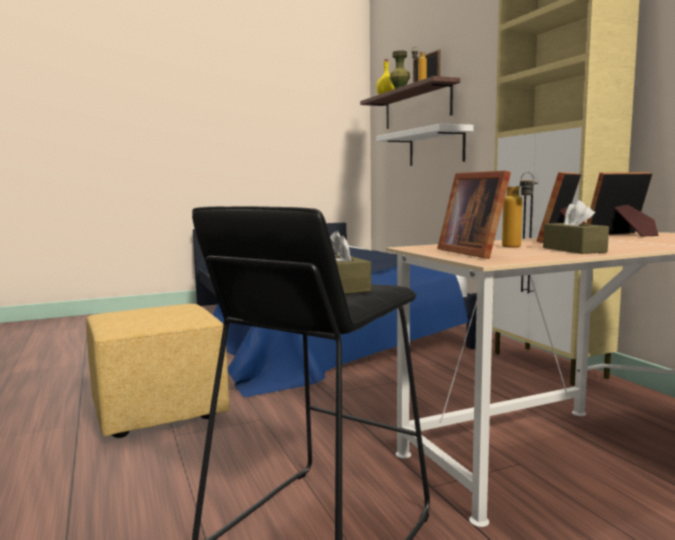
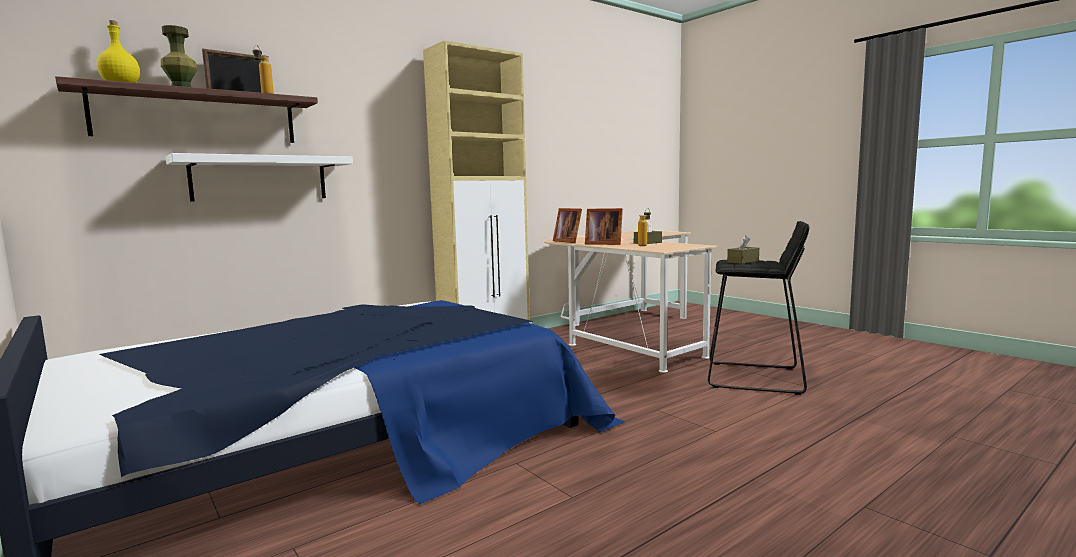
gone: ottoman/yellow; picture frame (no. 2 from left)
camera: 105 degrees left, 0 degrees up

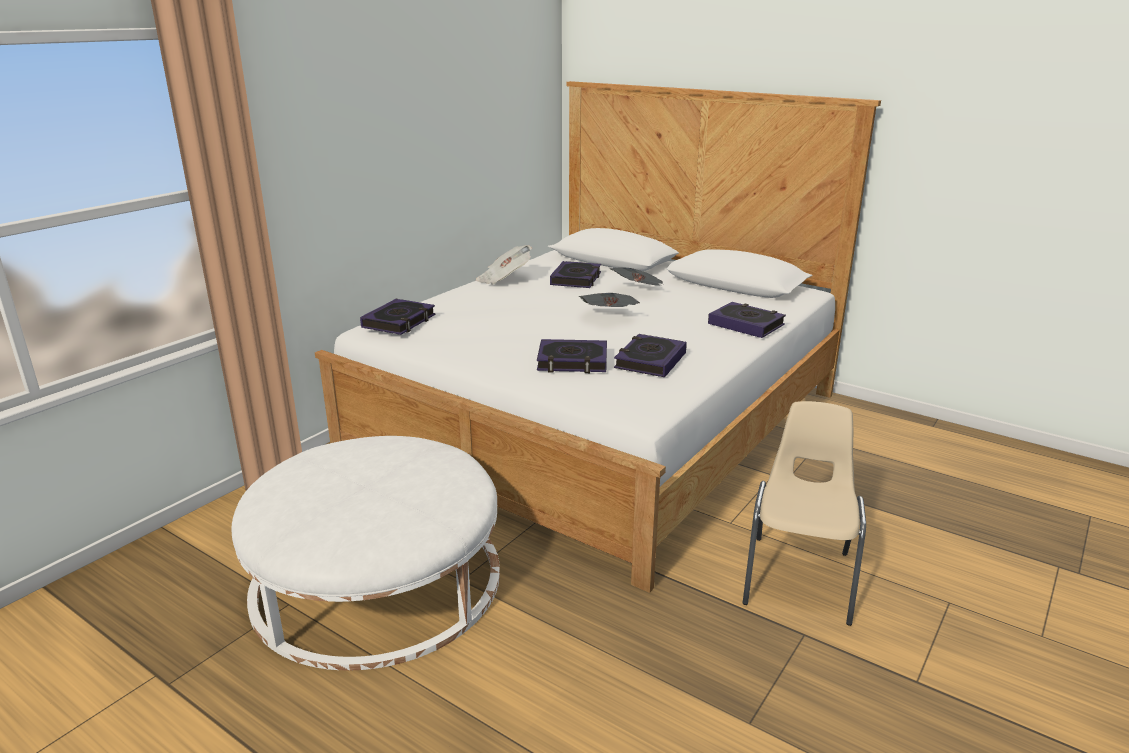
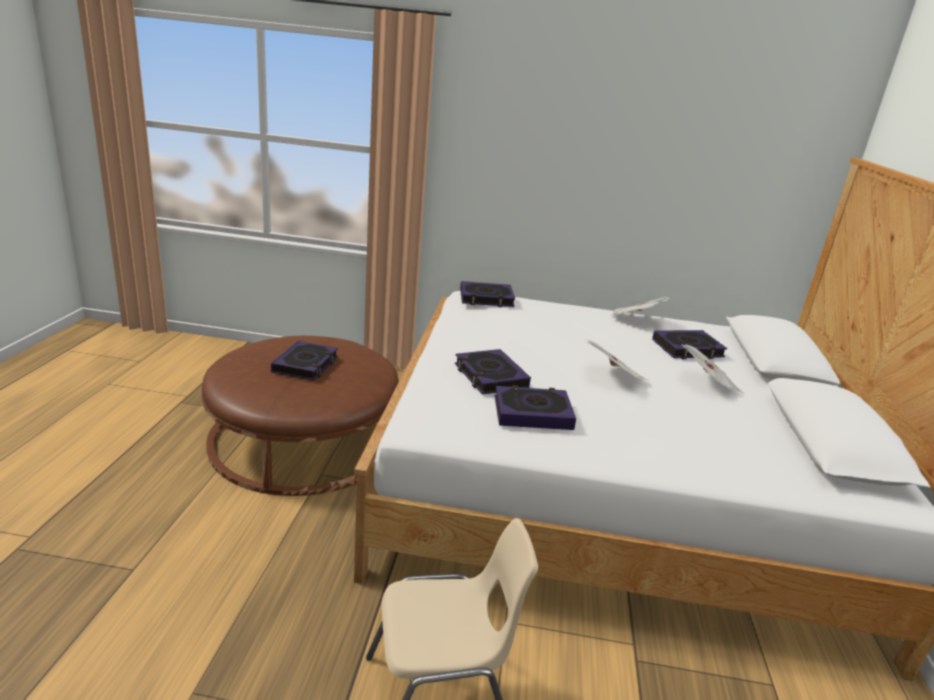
shifted: book (no. 5 from left in the first image) to book (no. 1 from left)
repainted: ottoman/white to ottoman/brown
camera: 60 degrees right, 0 degrees up

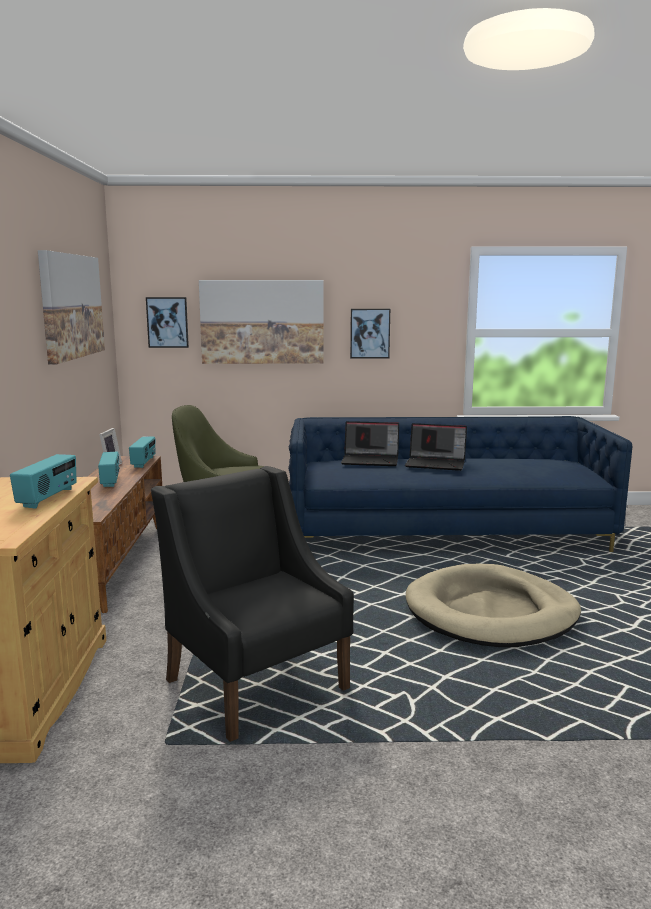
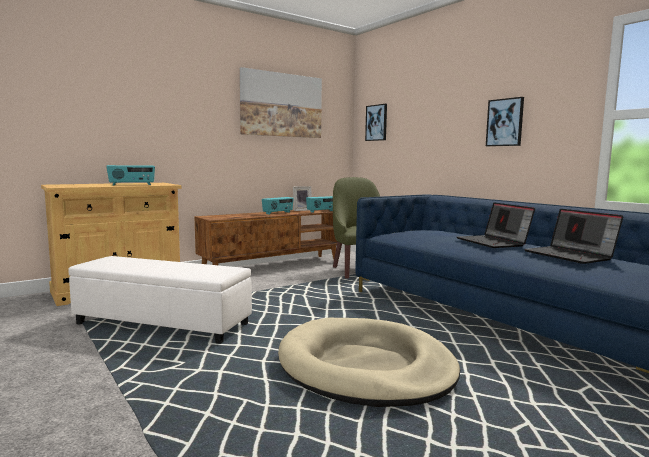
gone: picture (no. 3 from left)
shifted: laptop (no. 1 from left in the first image) to laptop (no. 2 from left)
swapped: armchair/black to ottoman/white
camera: 55 degrees right, 5 degrees down

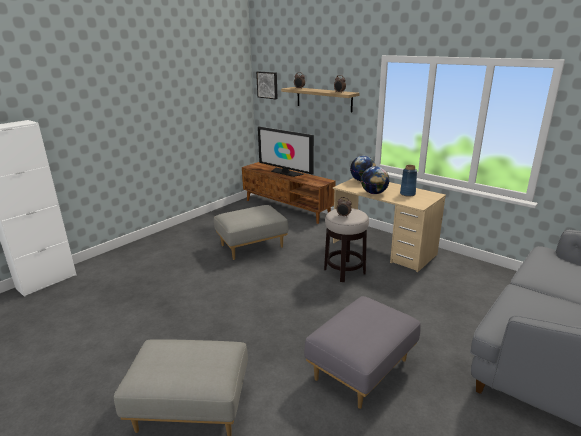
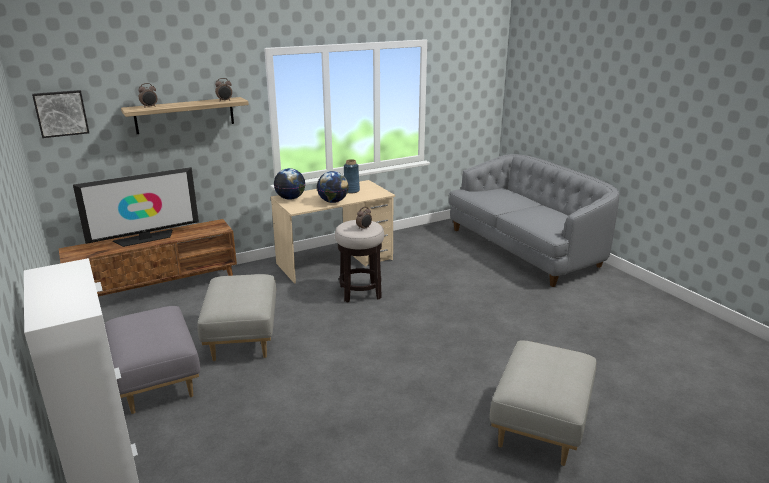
shifted: ottoman/grey (no. 3 from left in the first image) to ottoman/grey (no. 1 from left)
camera: 70 degrees left, 0 degrees up

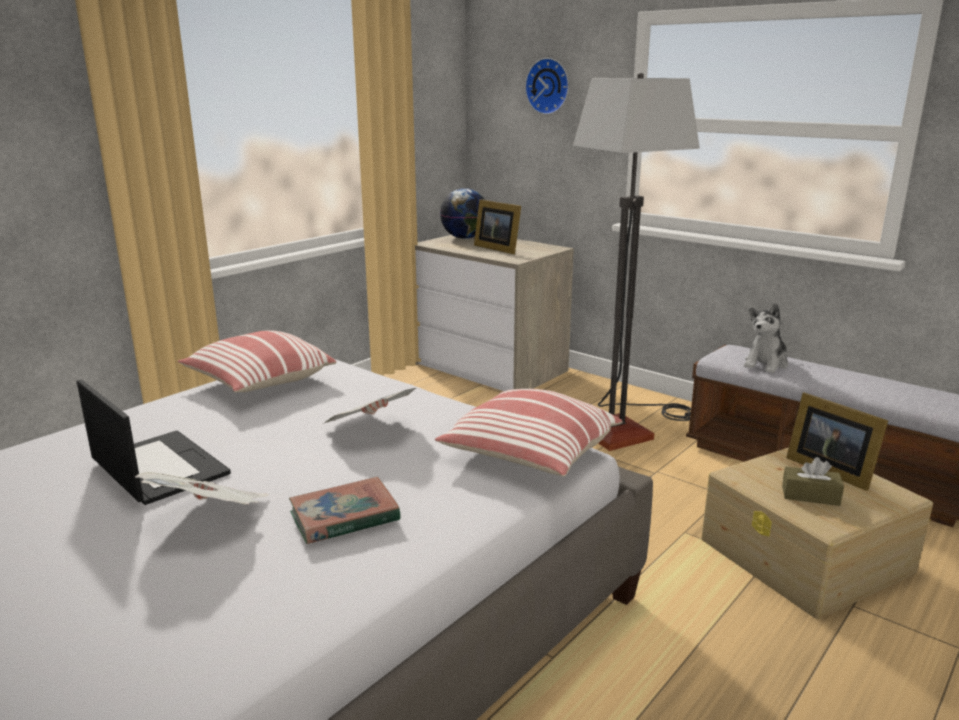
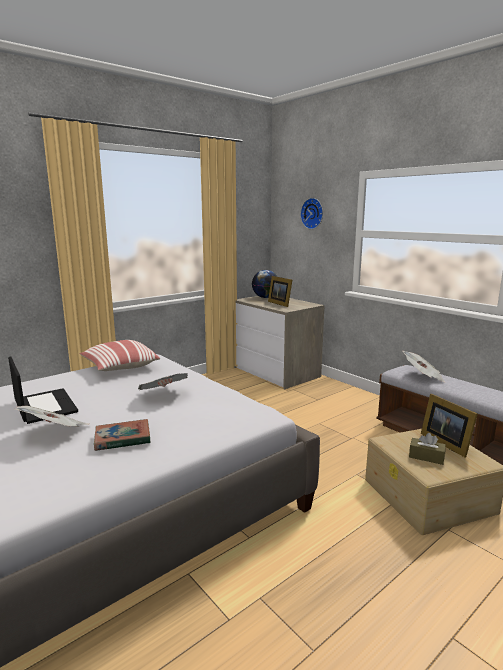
gone: pillow (no. 2 from left); floor lamp
swapped: plush toy to newspaper (no. 3 from left)
camera: 10 degrees right, 5 degrees down

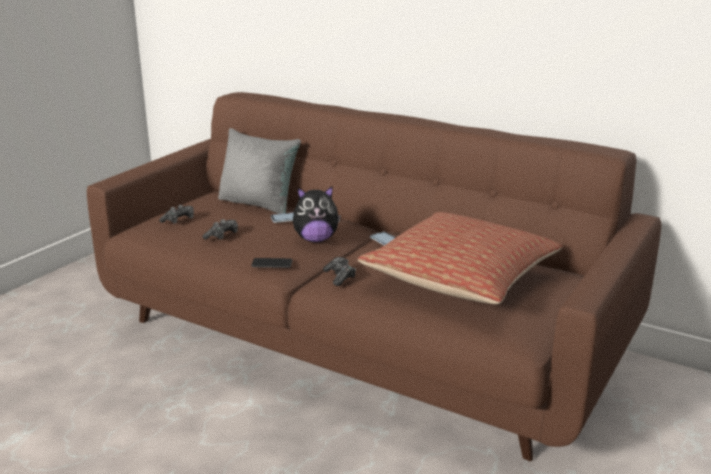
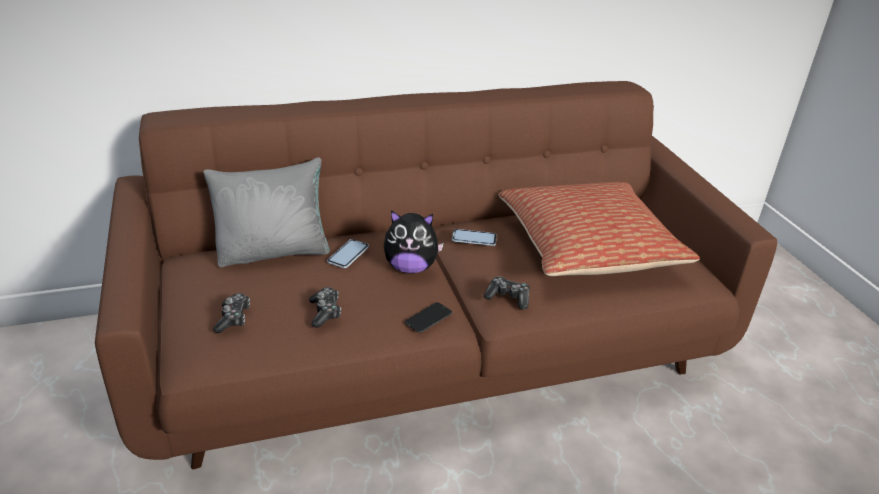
rotated: plush toy 60 degrees clockwise
camera: 50 degrees left, 10 degrees up

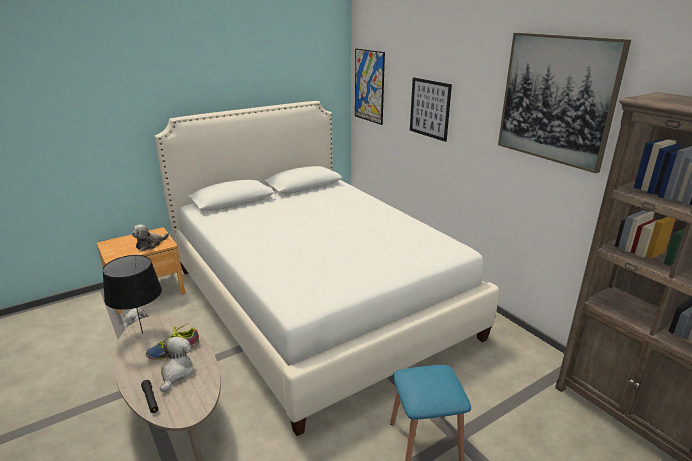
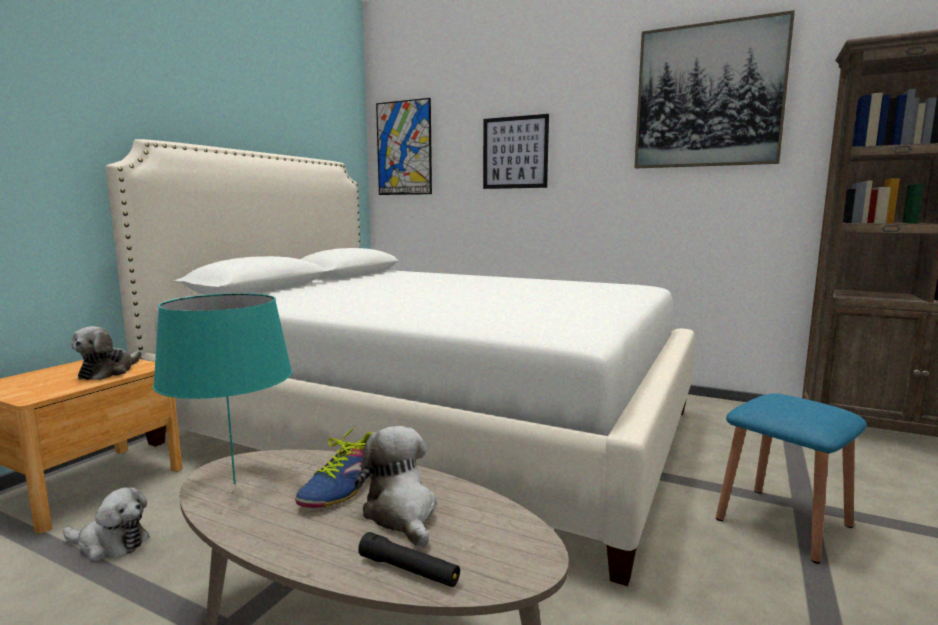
repainted: table lamp/black to table lamp/turquoise
camera: 30 degrees left, 15 degrees down

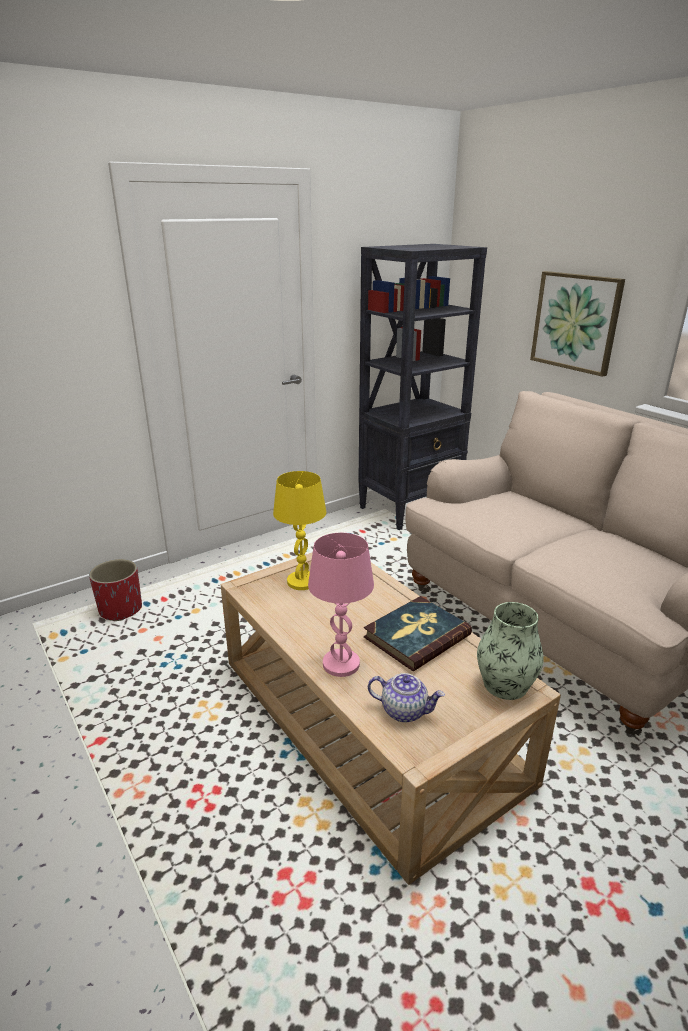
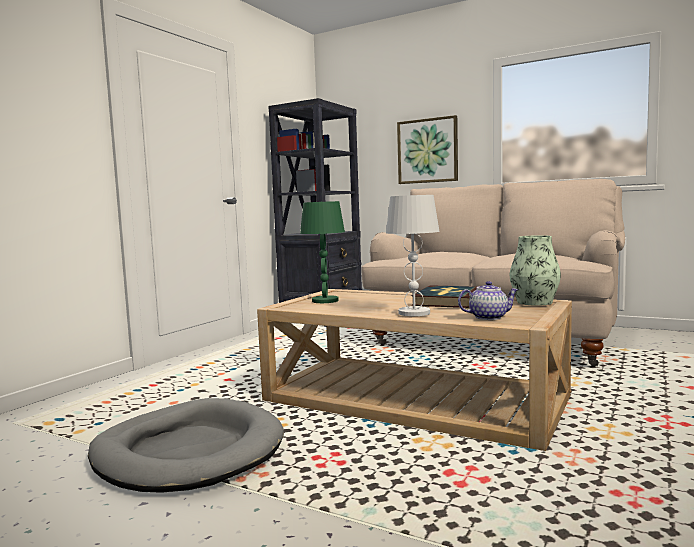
gone: planter/red
new: dog bed/grey
repainted: table lamp/yellow to table lamp/green; table lamp/pink to table lamp/white
camera: 25 degrees left, 20 degrees down

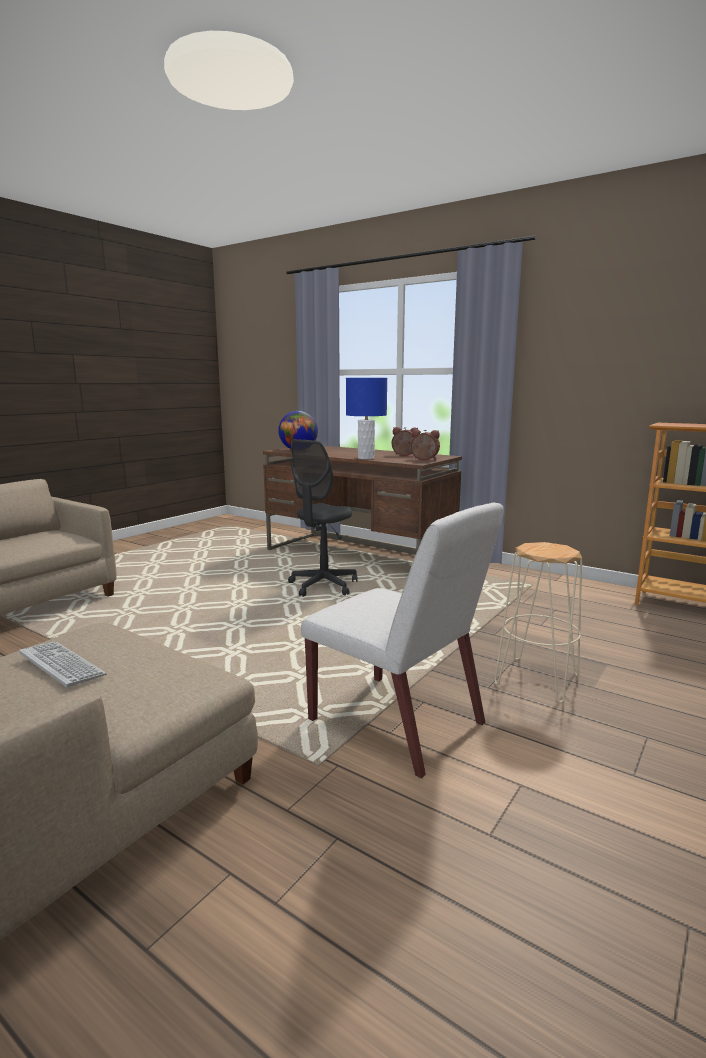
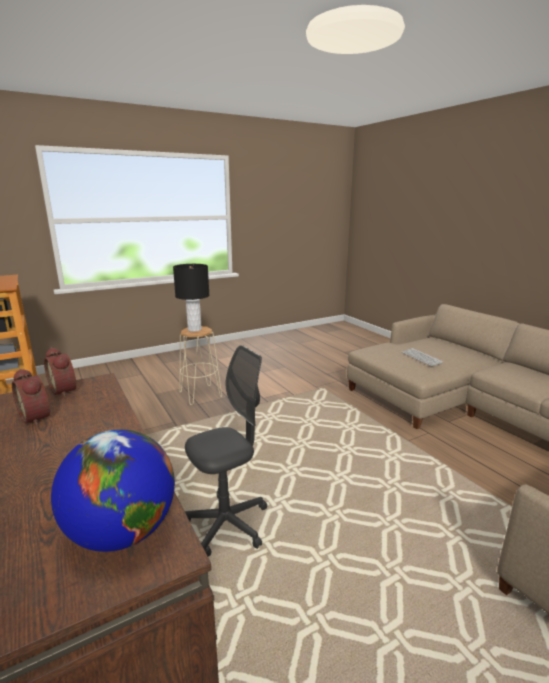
gone: chair/white; table lamp/blue
new: table lamp/black
camera: 155 degrees left, 5 degrees up

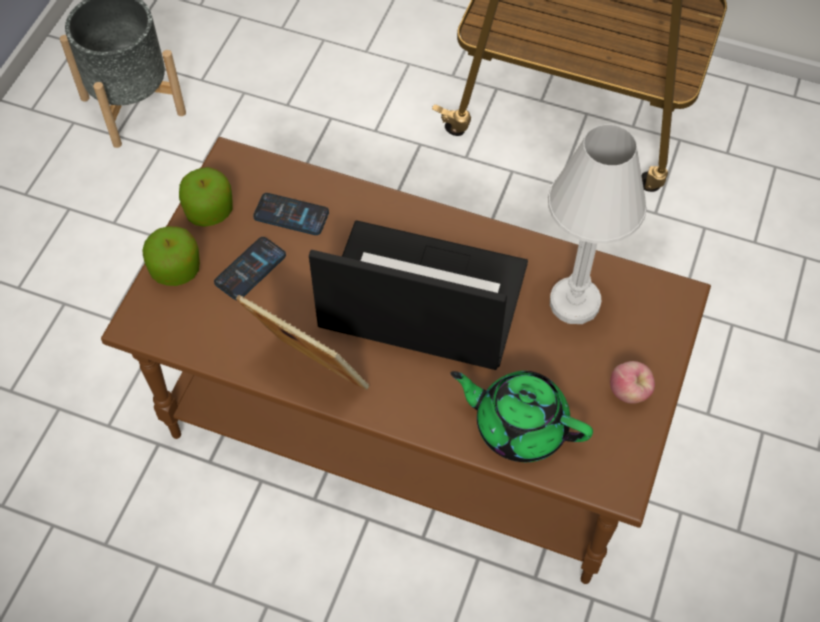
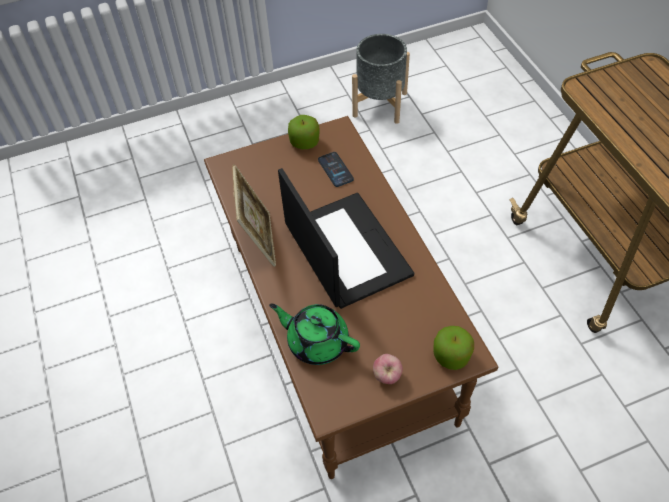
gone: phone (no. 1 from left); table lamp/white
shifted: apple (no. 1 from left in the first image) to apple (no. 3 from left)
rotated: teapot/green 45 degrees counterclockwise
camera: 50 degrees right, 5 degrees down

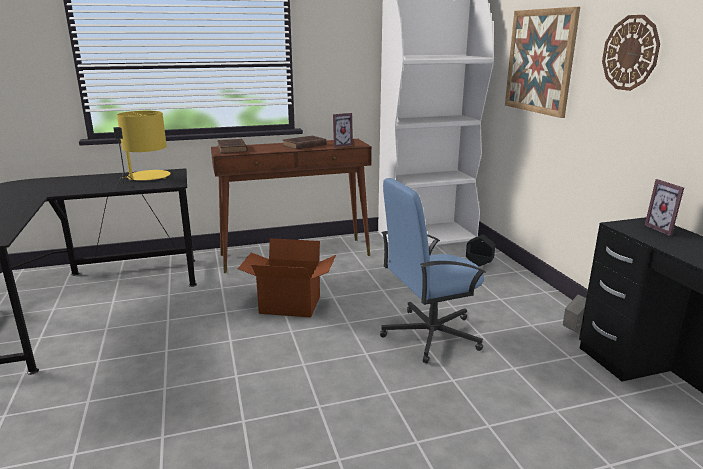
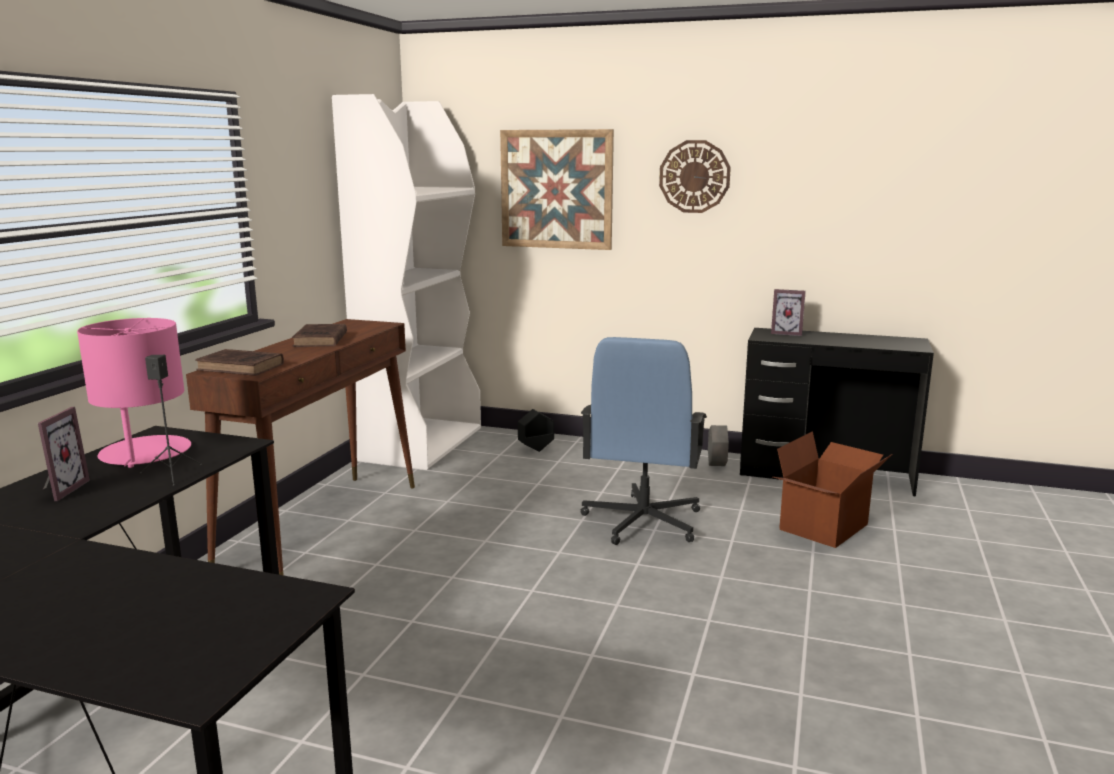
shifted: cardboard box; picture frame (no. 1 from left)
repainted: table lamp/yellow to table lamp/pink
camera: 55 degrees left, 5 degrees down

